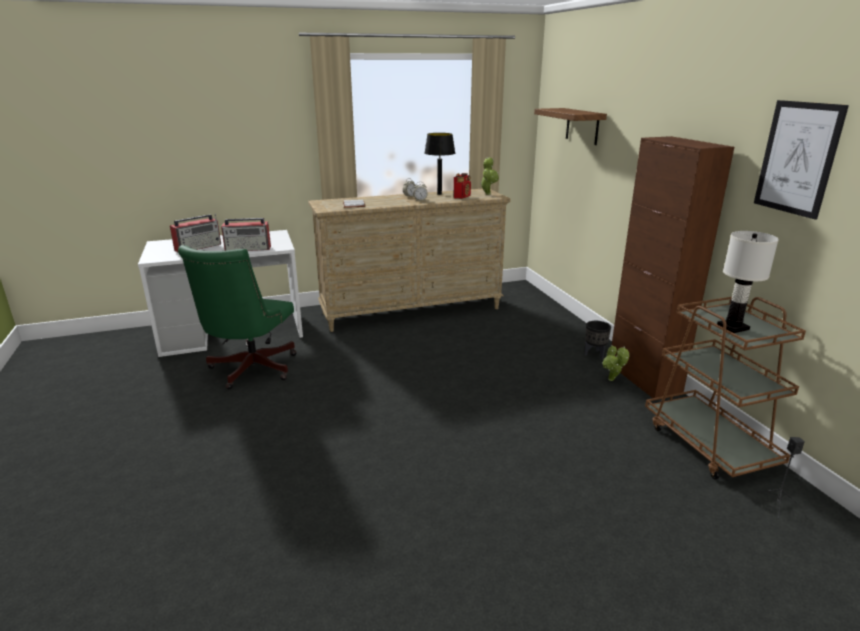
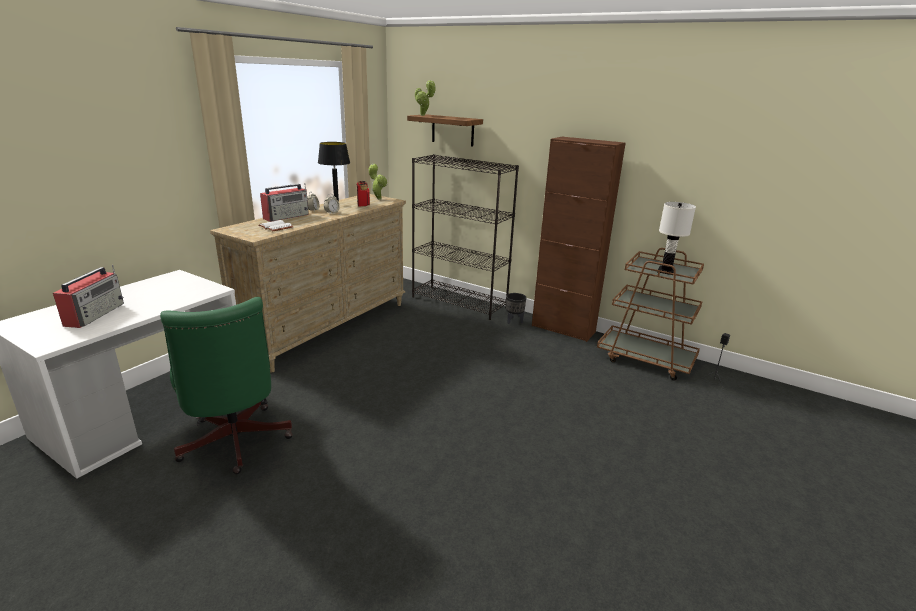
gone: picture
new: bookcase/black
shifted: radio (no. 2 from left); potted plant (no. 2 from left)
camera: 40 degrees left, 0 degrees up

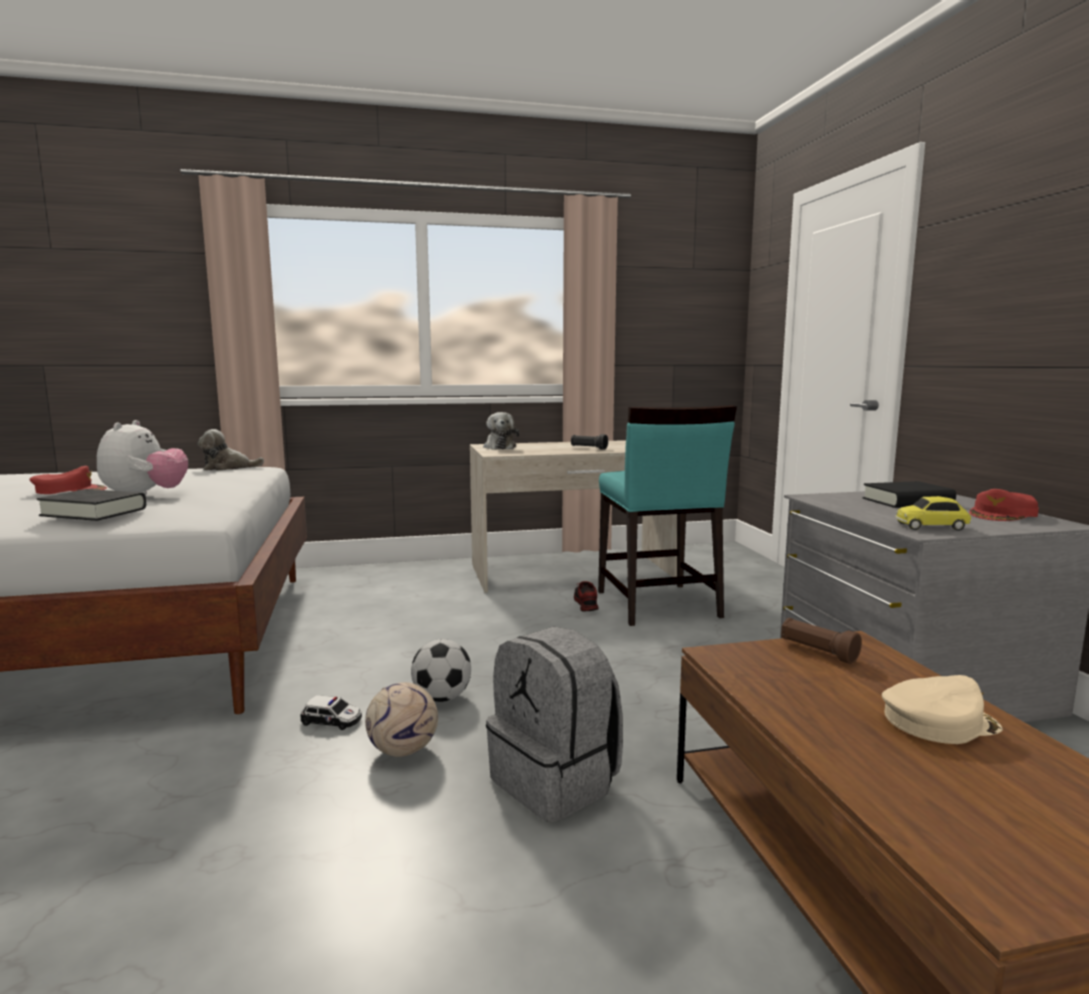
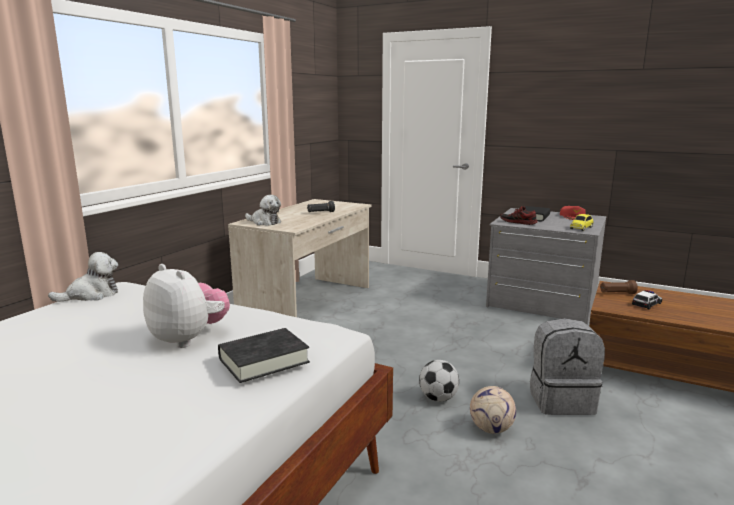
gone: cap/red (no. 1 from left); chair/turquoise; cap/beige
shifted: toy car (no. 1 from left in the first image) to toy car (no. 2 from left); shoe
rotated: plush toy (no. 2 from left in the first image) 150 degrees counterclockwise
camera: 50 degrees left, 5 degrees up

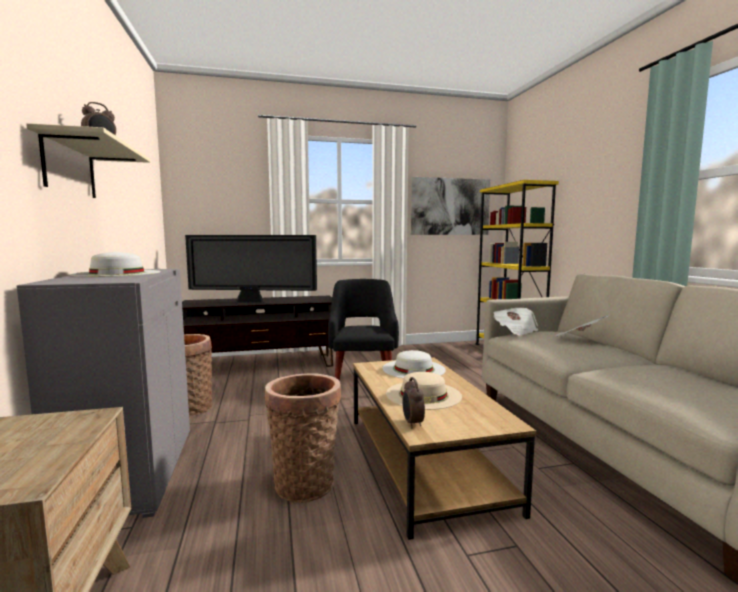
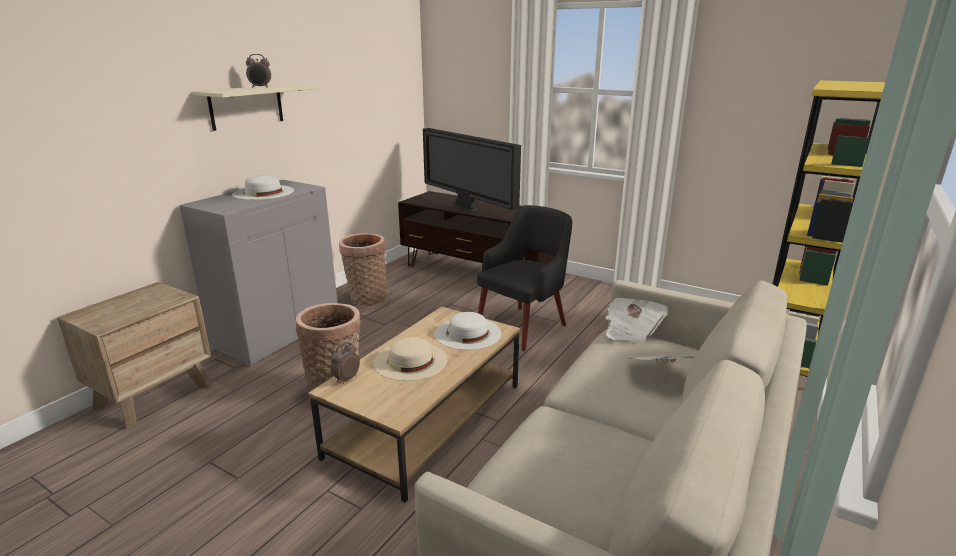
gone: picture
camera: 45 degrees right, 15 degrees up

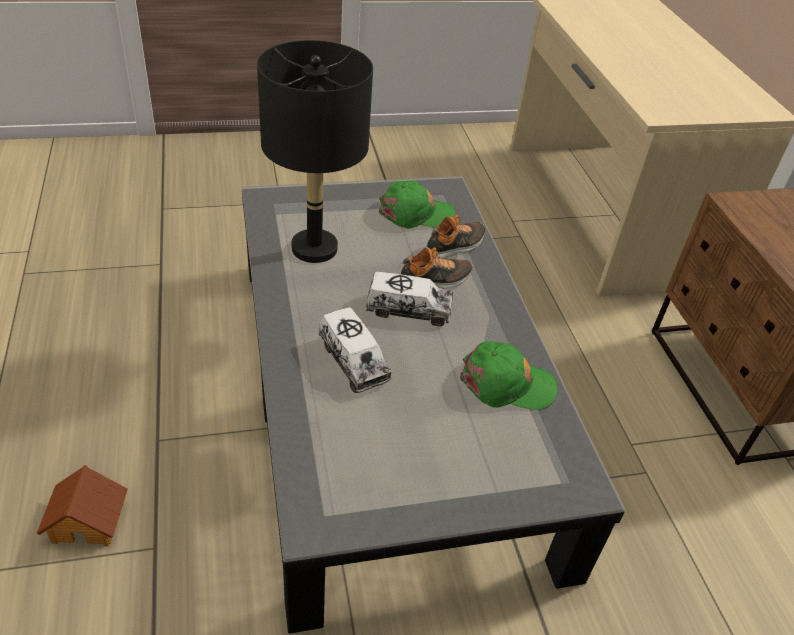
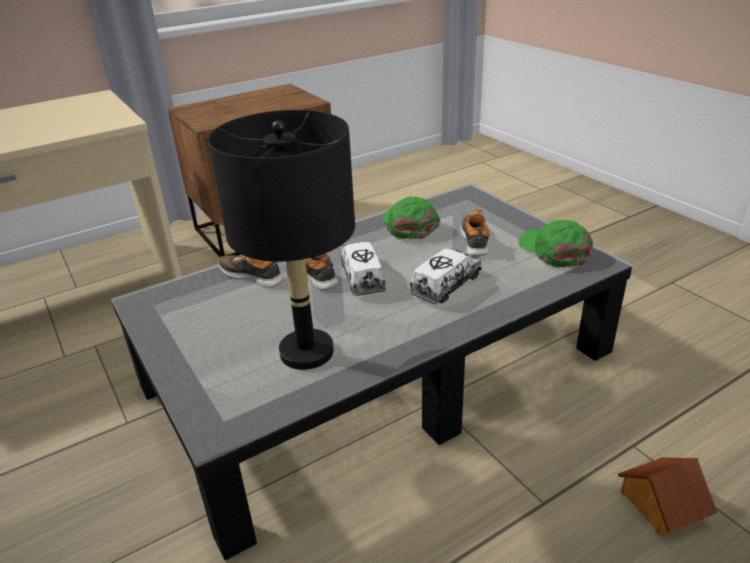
new: shoe (no. 3 from left)
shifted: cap/green (no. 1 from left in the first image) to cap/green (no. 2 from left)
camera: 105 degrees left, 10 degrees down

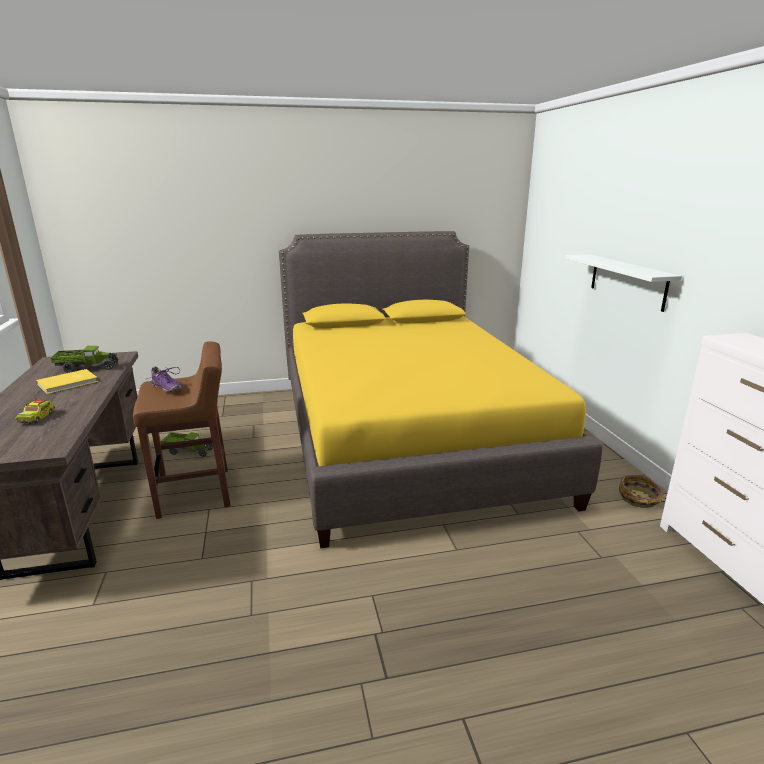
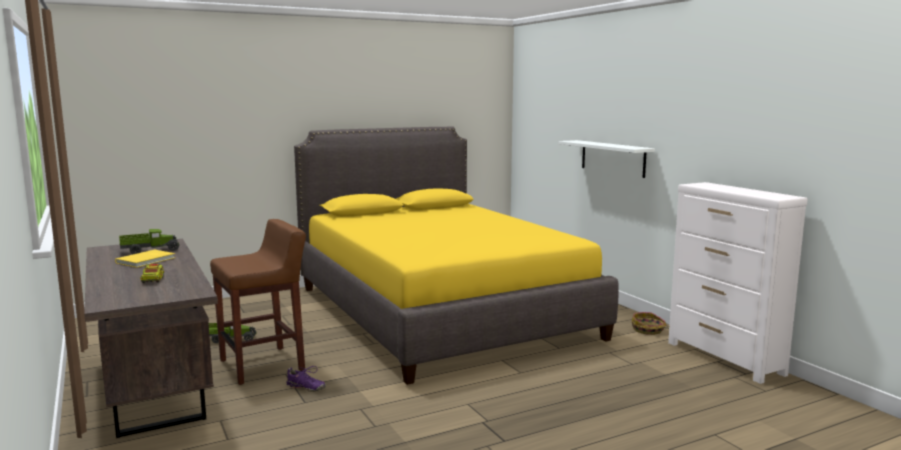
shifted: shoe/purple
camera: 15 degrees left, 10 degrees down

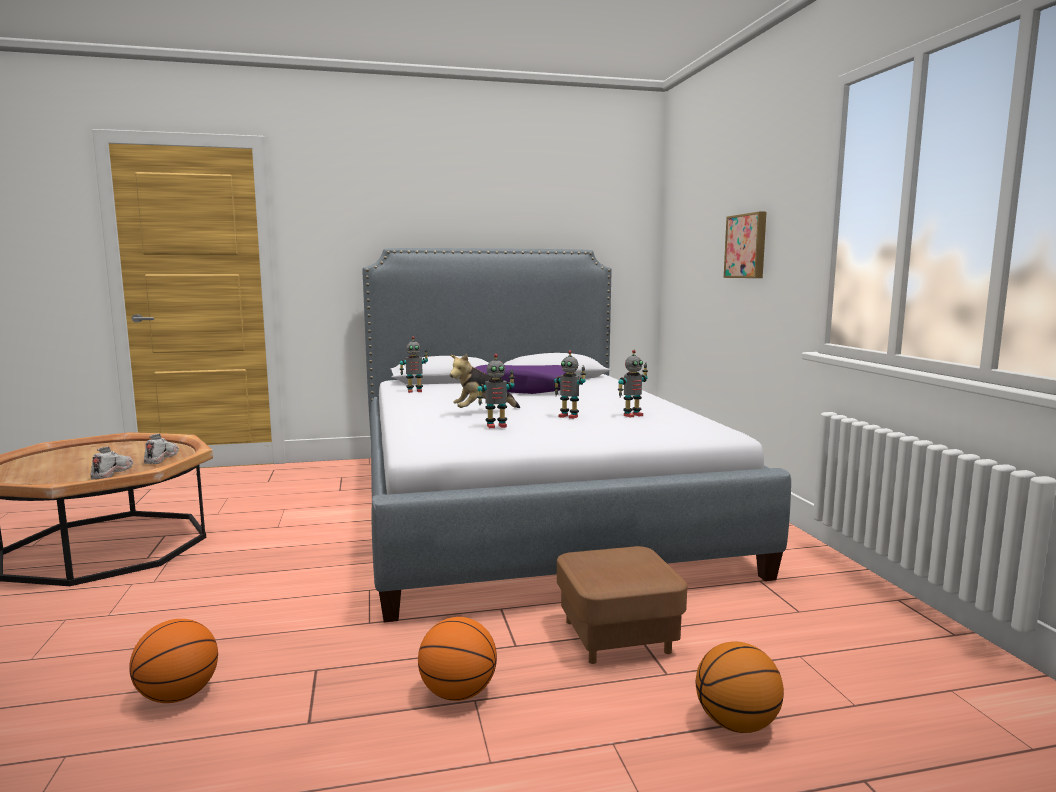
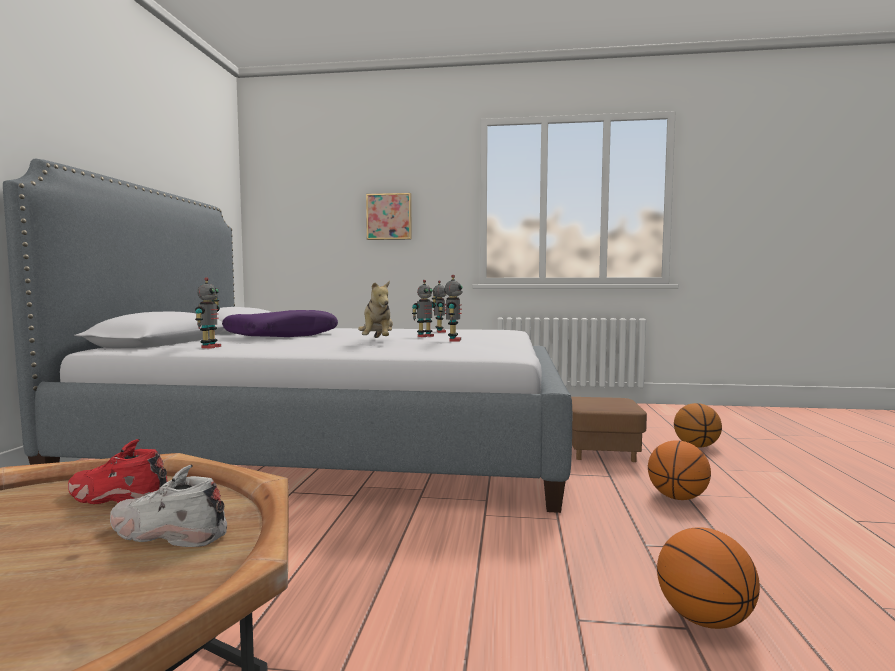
repainted: shoe/white (no. 2 from left) to shoe/red
camera: 70 degrees left, 5 degrees down

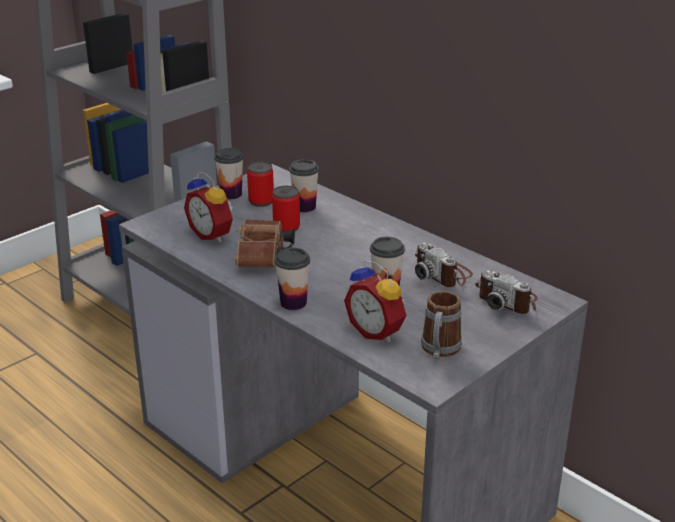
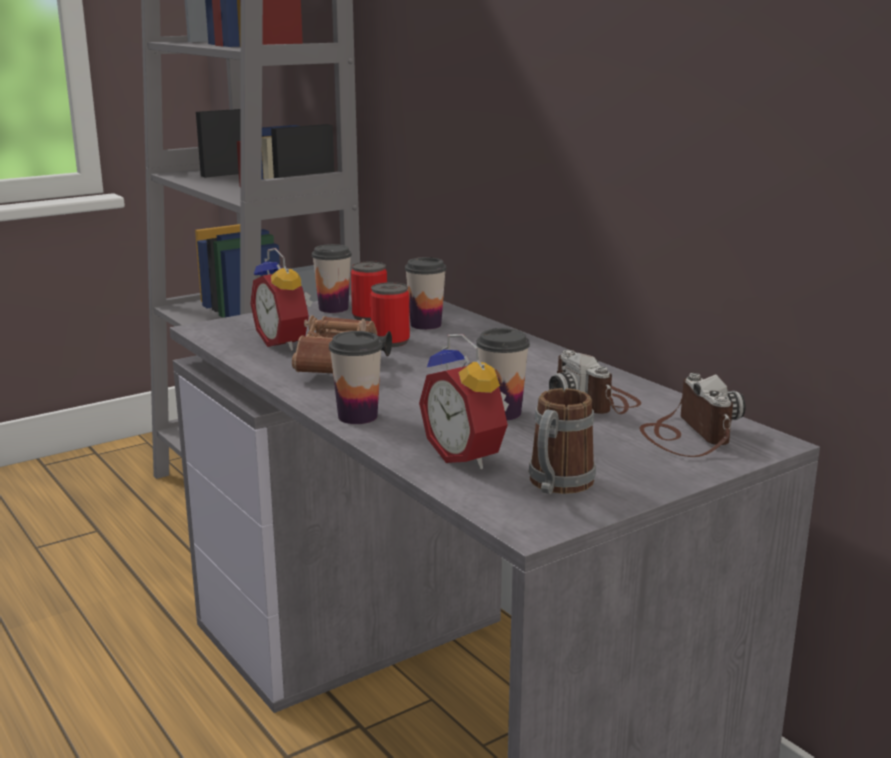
rotated: photo camera (no. 2 from left) 150 degrees counterclockwise
camera: 10 degrees right, 10 degrees down

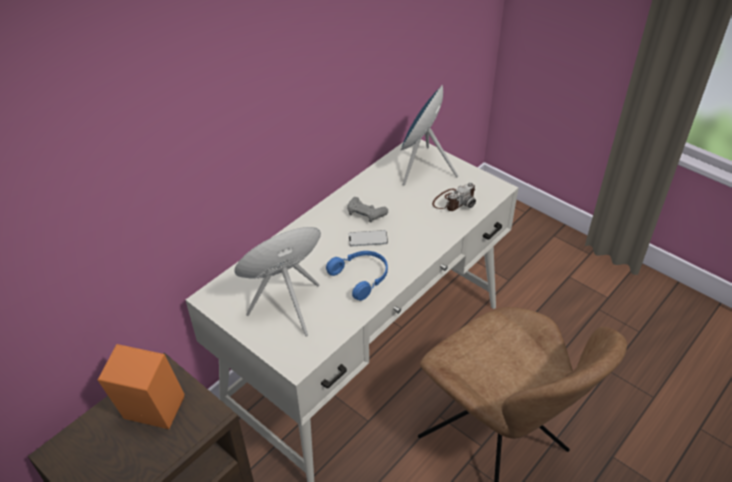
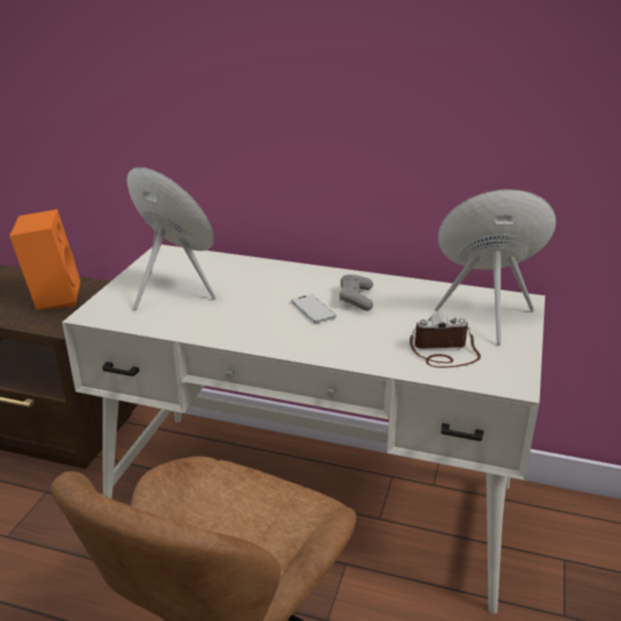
gone: headphones/blue
rotated: photo camera 150 degrees clockwise
camera: 65 degrees right, 15 degrees down

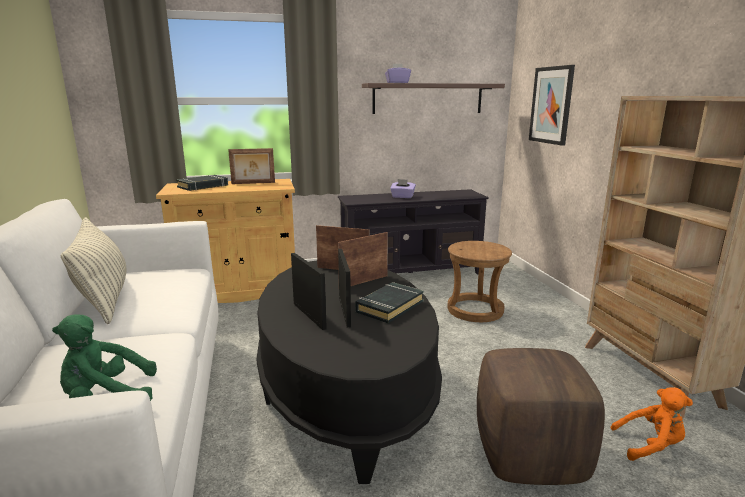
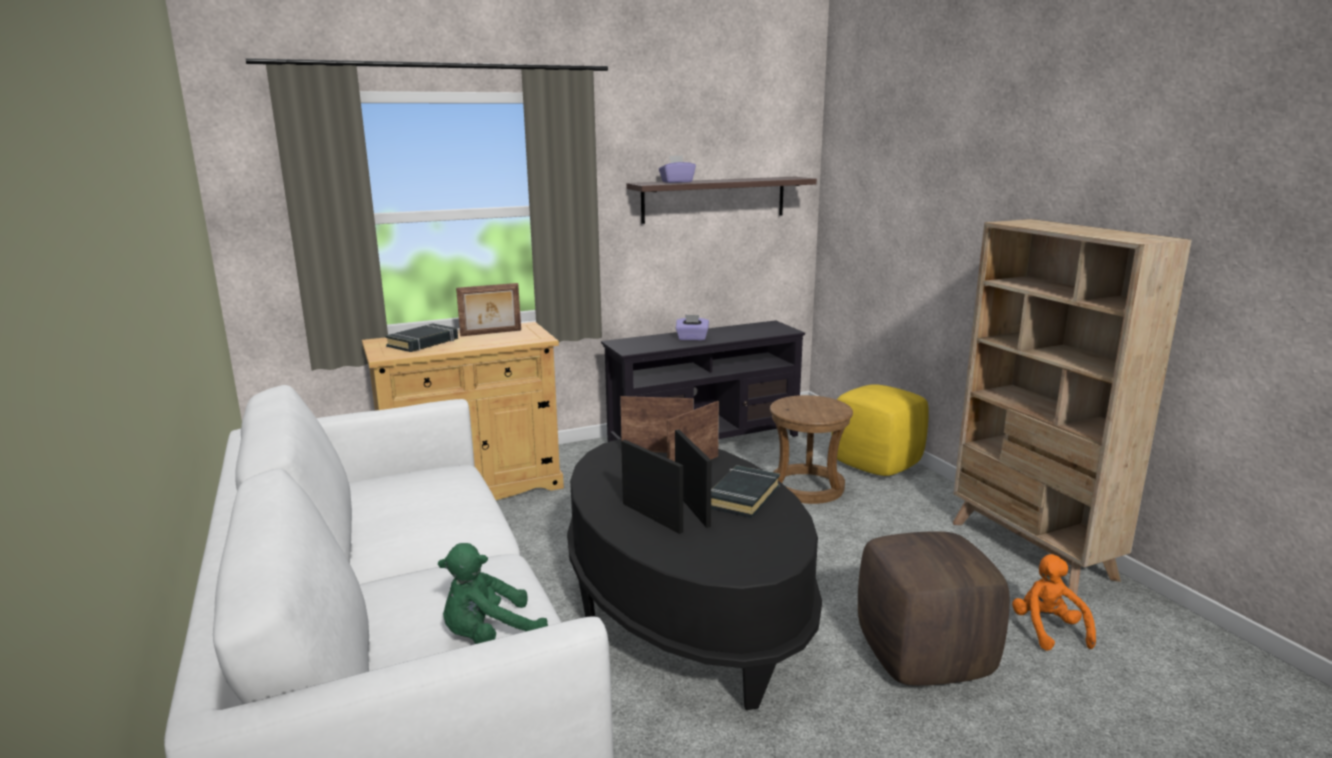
gone: pillow; picture
new: ottoman/yellow
rotated: plush toy/orange 90 degrees counterclockwise
camera: 10 degrees left, 0 degrees up

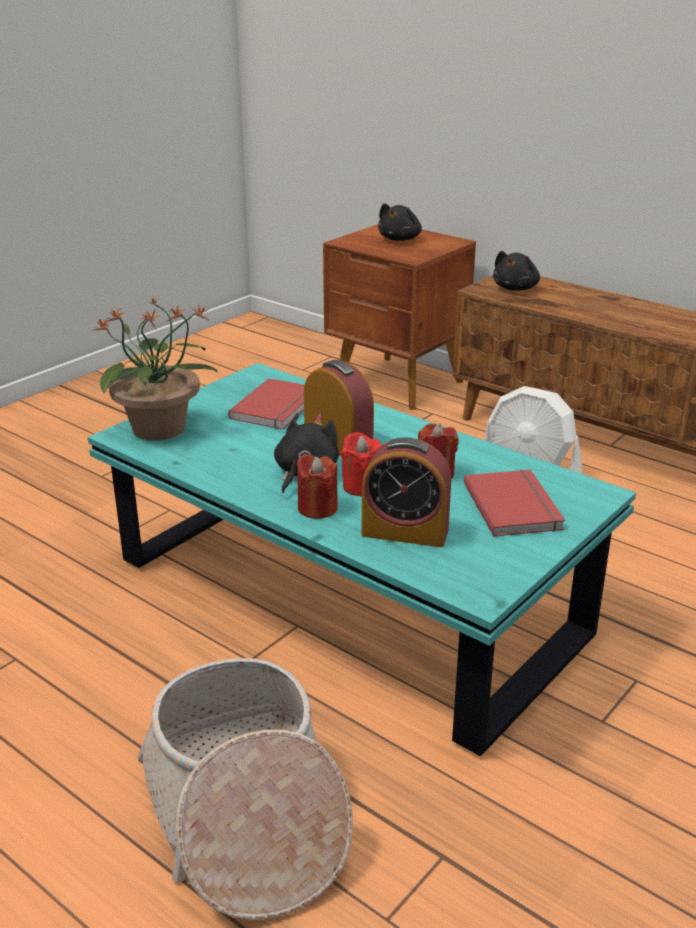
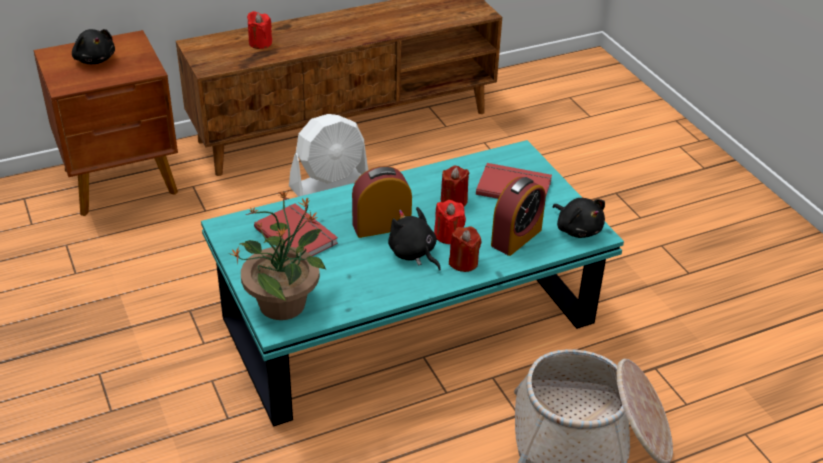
new: candle/red (no. 1 from left)
shifted: plush toy/black (no. 3 from left)
camera: 65 degrees left, 10 degrees up

